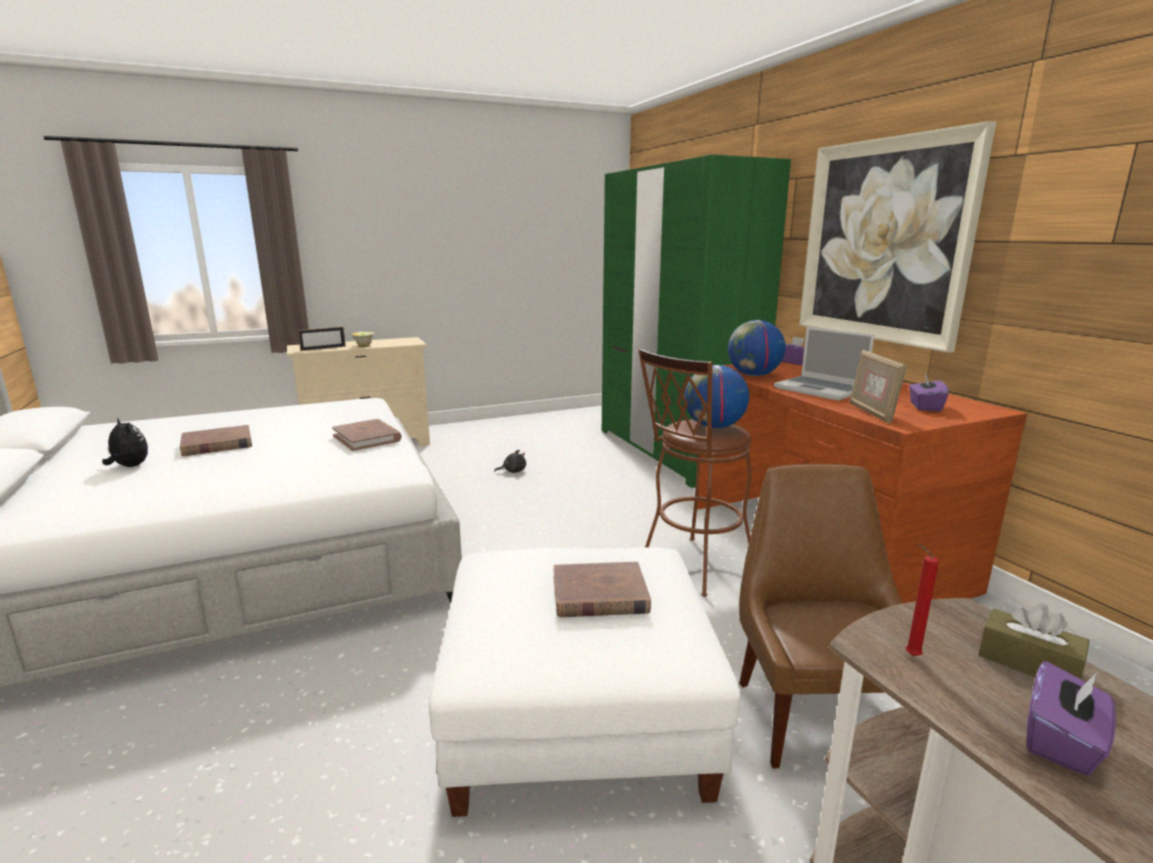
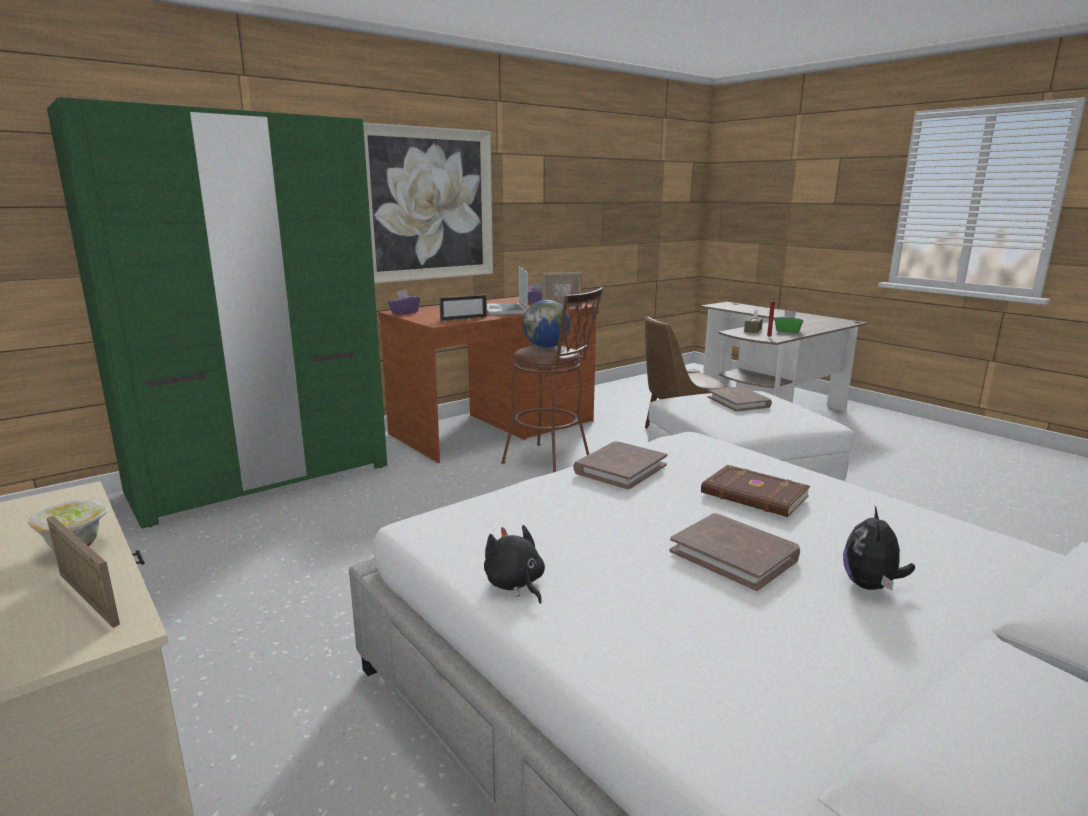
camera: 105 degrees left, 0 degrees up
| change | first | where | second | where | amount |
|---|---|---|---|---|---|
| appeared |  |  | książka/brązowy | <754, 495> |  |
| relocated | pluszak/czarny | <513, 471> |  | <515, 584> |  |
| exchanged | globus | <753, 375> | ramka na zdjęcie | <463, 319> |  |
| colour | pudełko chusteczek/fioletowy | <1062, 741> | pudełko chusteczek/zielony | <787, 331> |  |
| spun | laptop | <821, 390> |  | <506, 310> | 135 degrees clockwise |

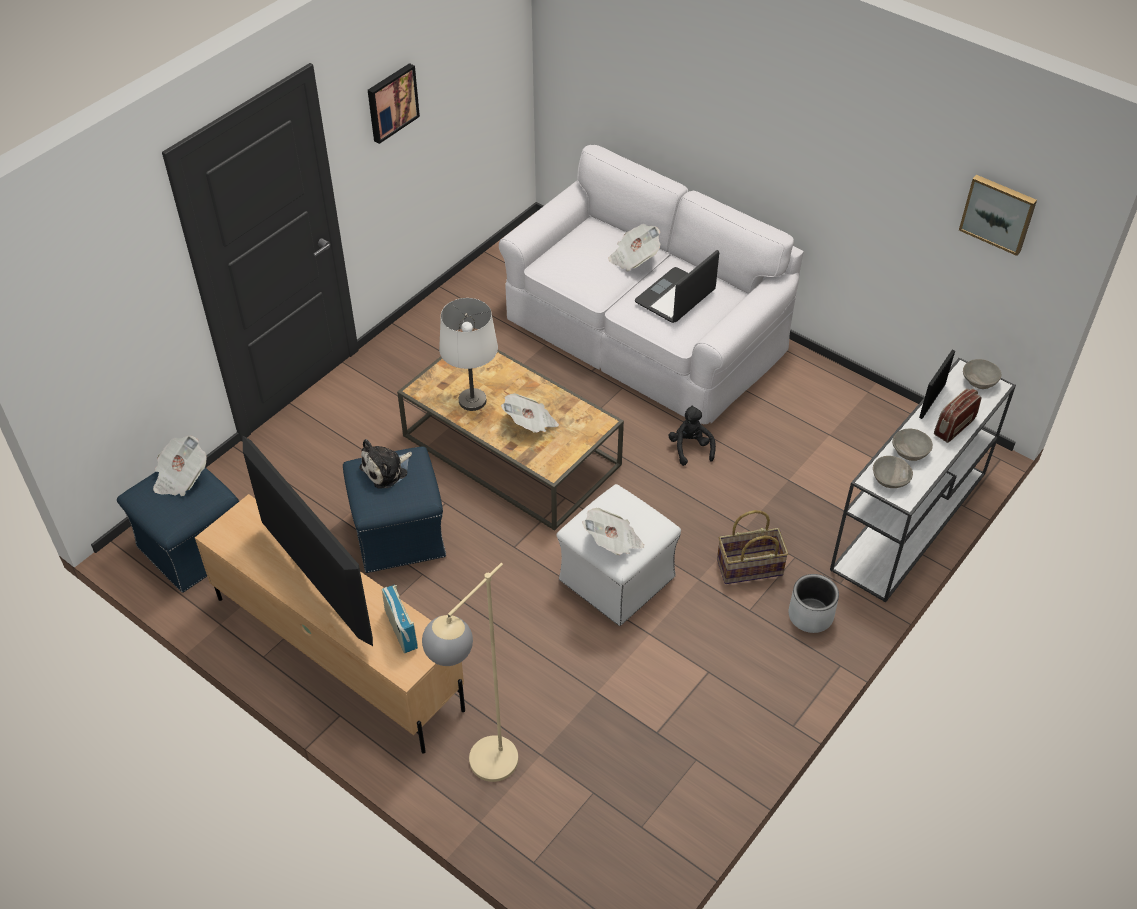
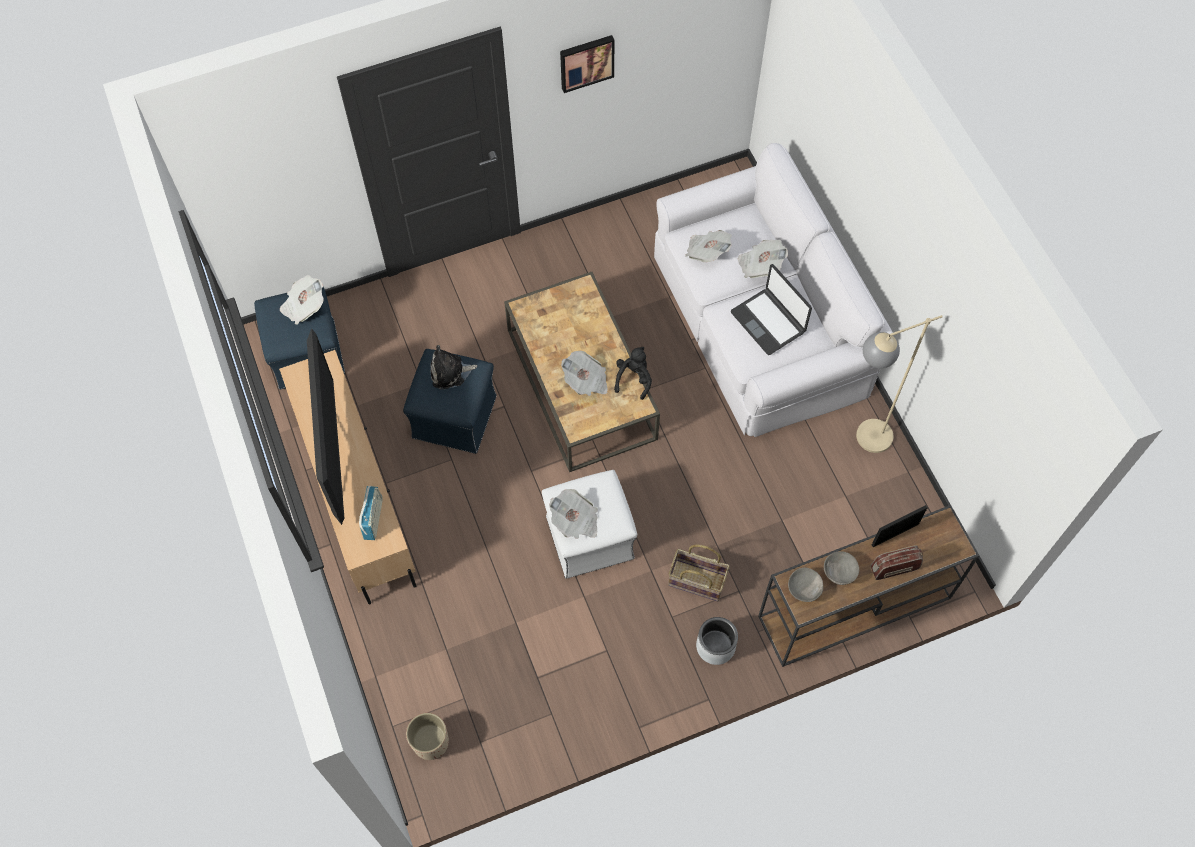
camera: 30 degrees right, 15 degrees up
| change | first | where | second | where | amount |
|---|---|---|---|---|---|
| missing | lampa stołowa/biały | <472, 401> |  |  |  |
| missing | obraz | <998, 213> |  |  |  |
| missing | miska/szary | <979, 381> |  |  |  |
| appeared |  |  | donica/beżowy | <431, 742> |  |
| appeared |  |  | gazeta | <707, 252> |  |
| relocated | lampa stojąca/beżowy | <482, 772> |  | <862, 441> |  |
| relocated | pluszak/czarny | <690, 448> |  | <634, 379> |  |
| colour | stolik konsolowy/biały | <909, 522> | stolik konsolowy/brązowy | <853, 608> |  |
| spun | laptop | <676, 297> |  | <768, 322> | 105 degrees counterclockwise |

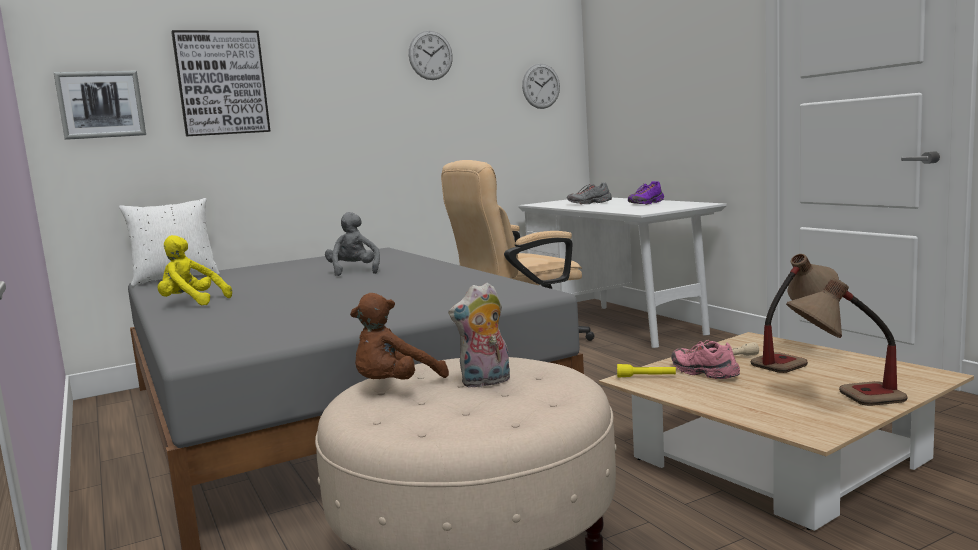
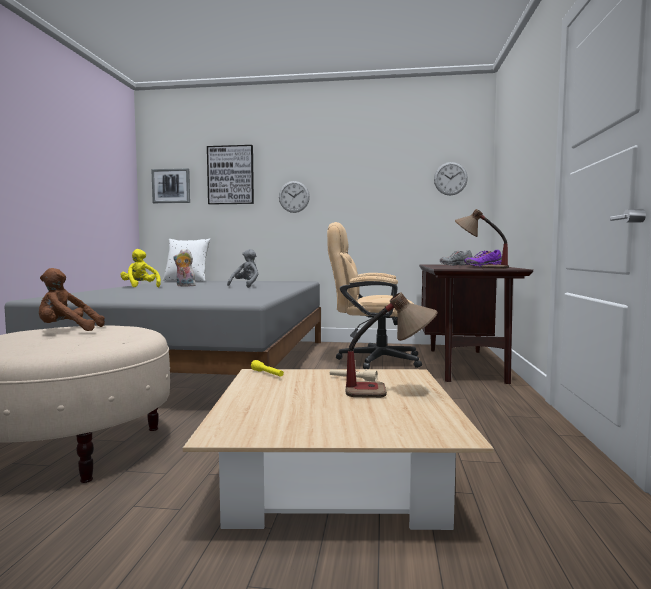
camera: 35 degrees right, 5 degrees down
| change | first | where | second | where | amount |
|---|---|---|---|---|---|
| missing | but/różowy | <704, 373> |  |  |  |
| relocated | zegar ścienny | <430, 55> |  | <294, 196> |  |
| relocated | pluszak | <485, 382> |  | <184, 286> |  |
| relocated | lampa stołowa | <844, 399> |  | <480, 268> |  |
| colour | biurko/biały | <618, 323> | biurko/brązowy | <463, 362> |  |

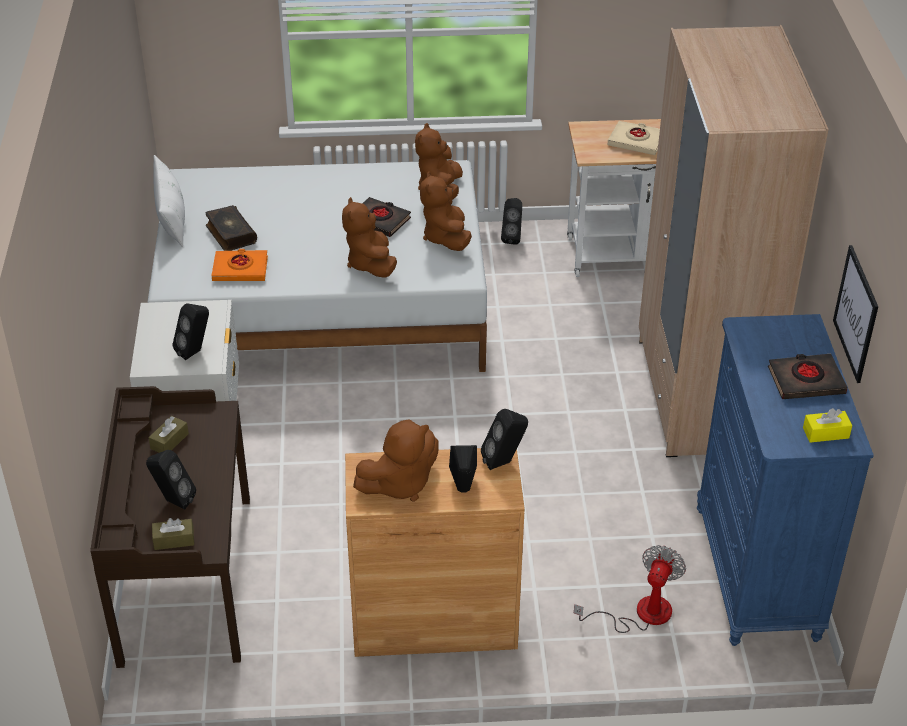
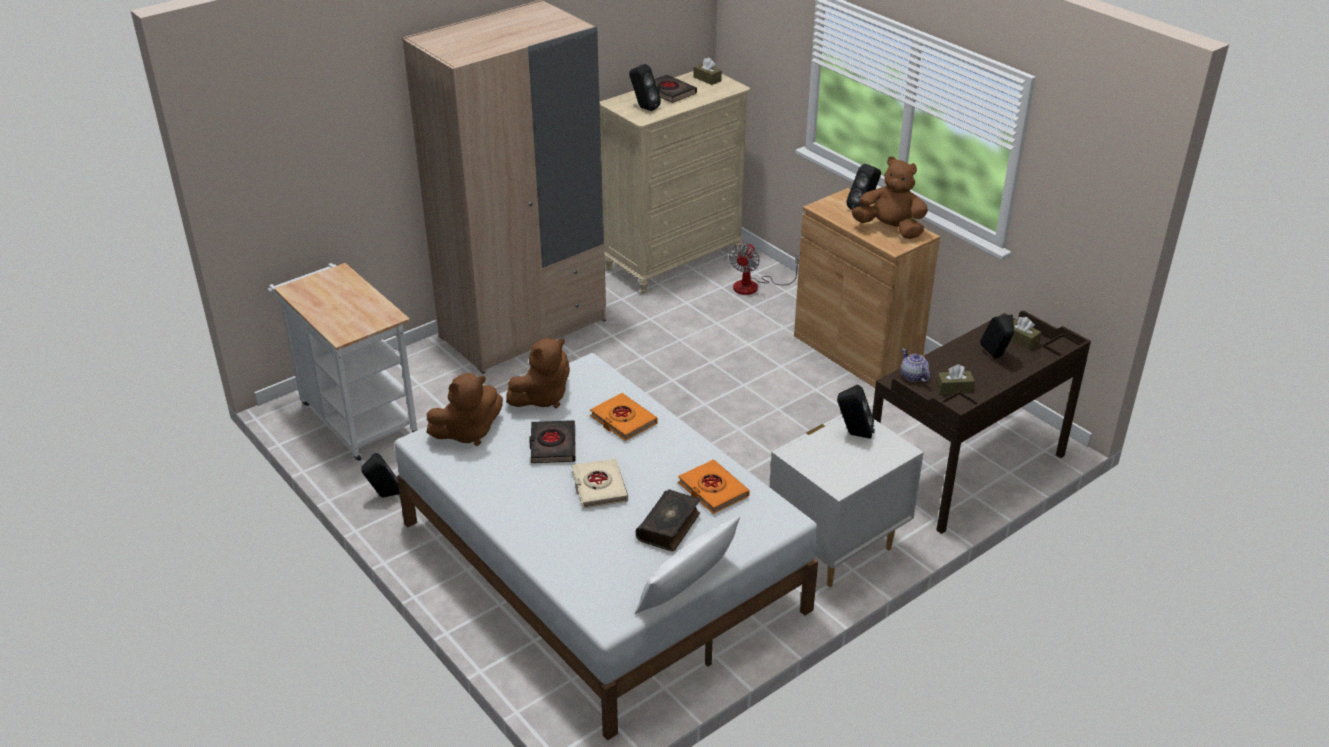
camera: 125 degrees left, 5 degrees down
| change | first | where | second | where | amount |
|---|---|---|---|---|---|
| missing | obraz | <856, 313> |  |  |  |
| appeared |  |  | imbryk | <913, 376> |  |
| relocated | głośnik/czarny | <504, 462> |  | <643, 108> |  |
| relocated | książka/beżowy | <636, 141> |  | <599, 487> |  |
| exchanged | pluszak/brązowy | <370, 264> | książka/pomarańczowy | <623, 420> |  |
| colour | komoda/niebieski | <757, 573> | komoda/beżowy | <674, 260> |  |
| colour | pudełko chusteczek/żółty | <825, 433> | pudełko chusteczek/brązowy | <707, 79> |  |
| spun | wentylator | <640, 613> |  | <754, 286> | 60 degrees counterclockwise |

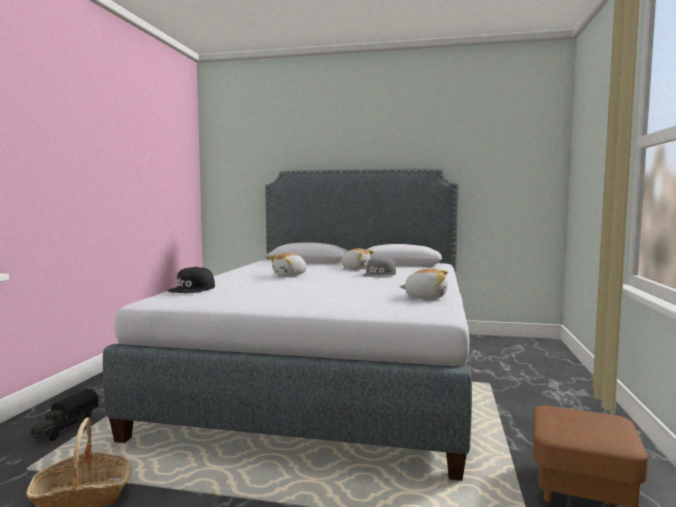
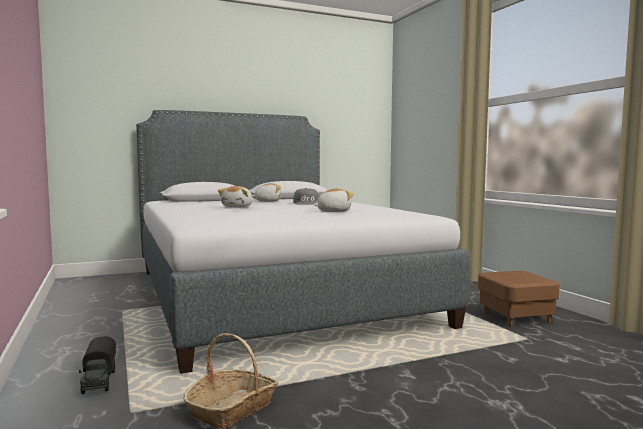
camera: 35 degrees left, 0 degrees up
| change | first | where | second | where | amount |
|---|---|---|---|---|---|
| missing | czapka z daszkiem/czarny | <192, 289> |  |  |  |
| relocated | pluszak | <426, 297> |  | <333, 211> |  |

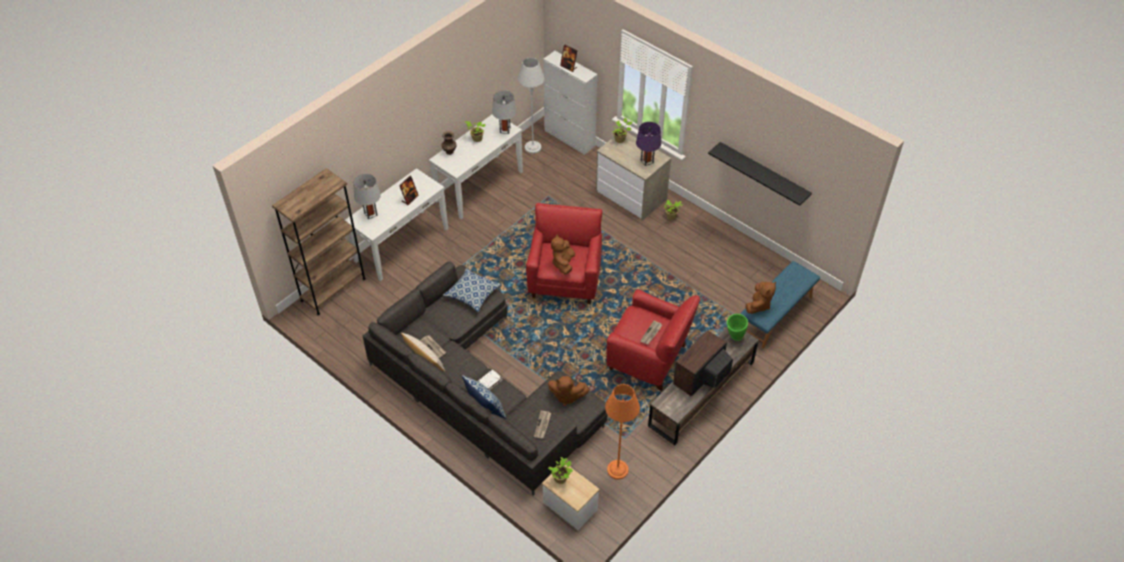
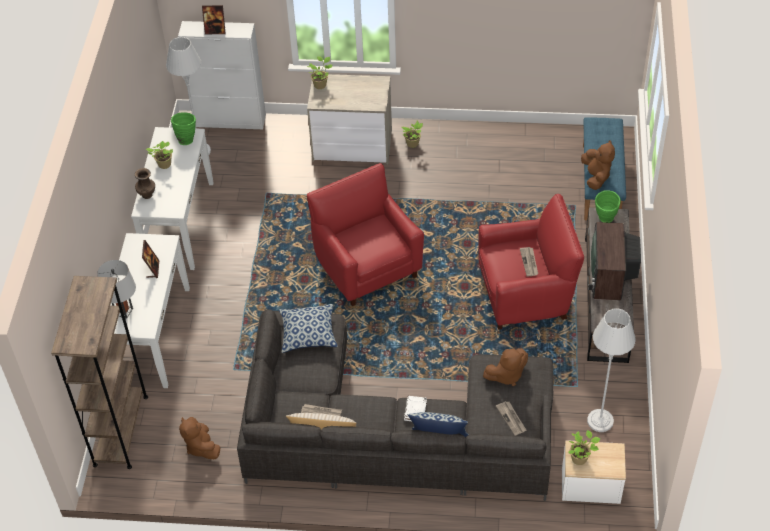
camera: 35 degrees left, 0 degrees up
| change | first | where | second | where | amount |
|---|---|---|---|---|---|
| missing | lampa stołowa/fioletowy | <647, 161> |  |  |  |
| missing | półka/czarny | <763, 173> |  |  |  |
| relocated | pluszak/brązowy | <563, 263> |  | <201, 447> |  |
| exchanged | lampa stołowa/szary | <505, 130> | wazon/zielony | <186, 139> |  |
| colour | lampa stojąca/pomarańczowy | <617, 470> | lampa stojąca/szary | <600, 421> |  |

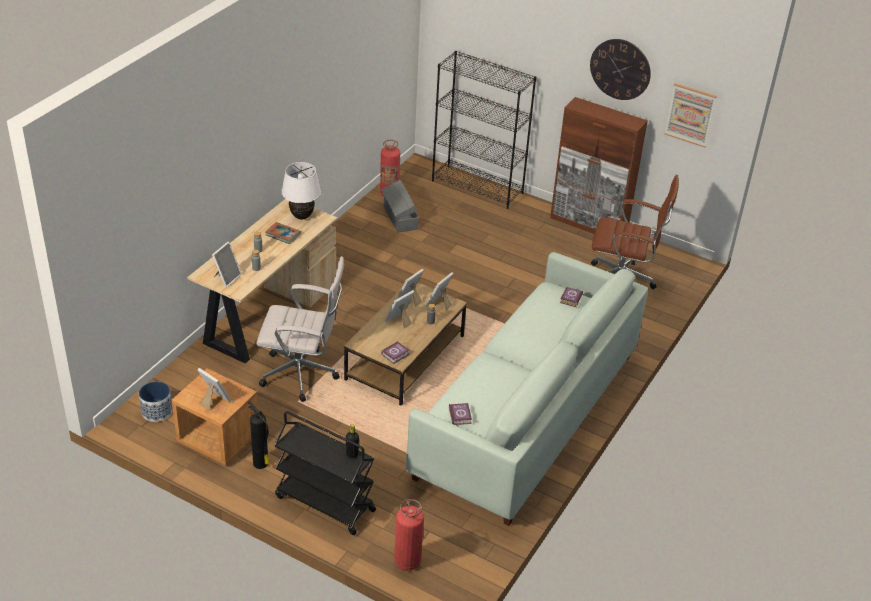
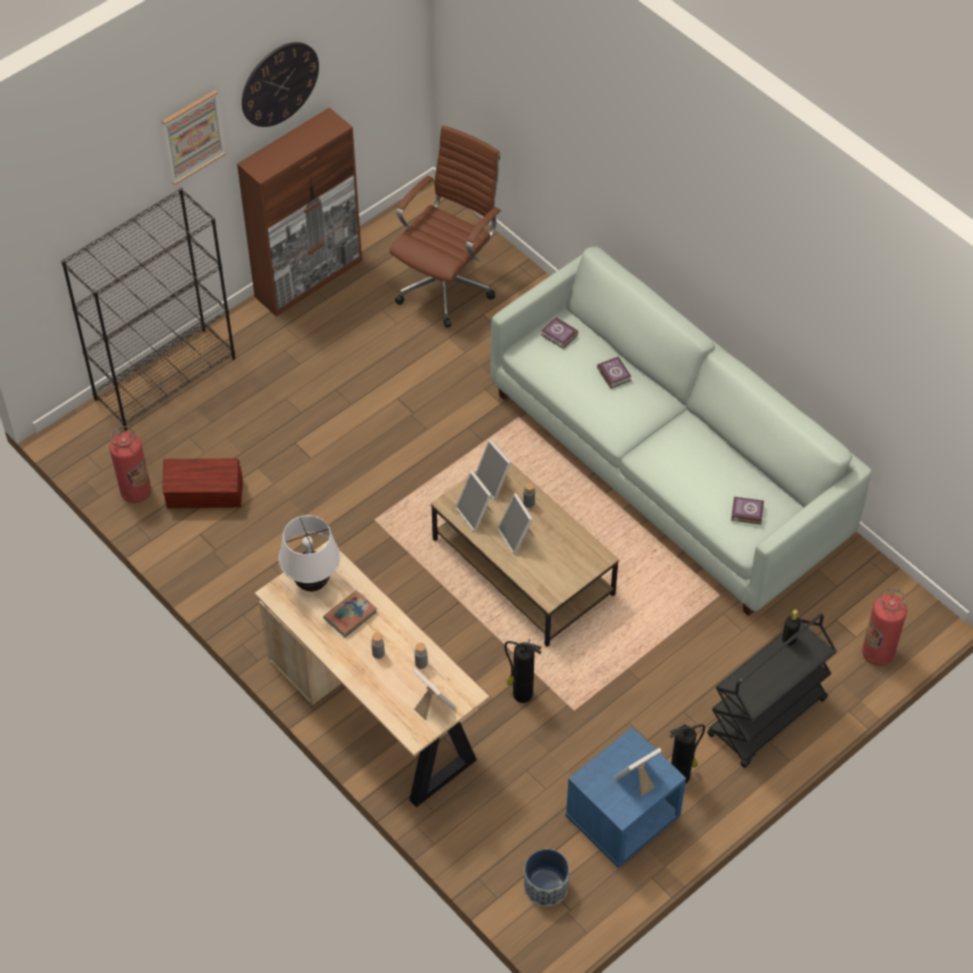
camera: 70 degrees left, 15 degrees up
| change | first | where | second | where | amount |
|---|---|---|---|---|---|
| relocated | książka | <396, 354> |  | <614, 374> |  |
| relocated | obraz | <690, 114> |  | <193, 136> |  |
| exchanged | krzesło biurowe/biały | <303, 374> | gaśnica | <521, 694> |  |
| colour | szafka nocna/brązowy | <218, 440> | szafka nocna/niebieski | <622, 819> |  |
| colour | pojemnik do przechowywania/szary | <400, 218> | pojemnik do przechowywania/brązowy | <205, 495> |  |

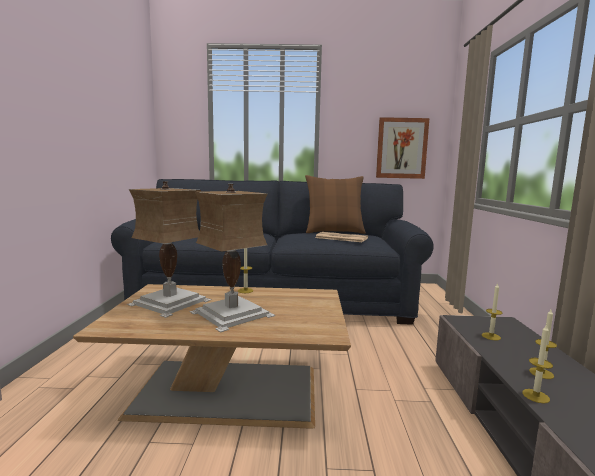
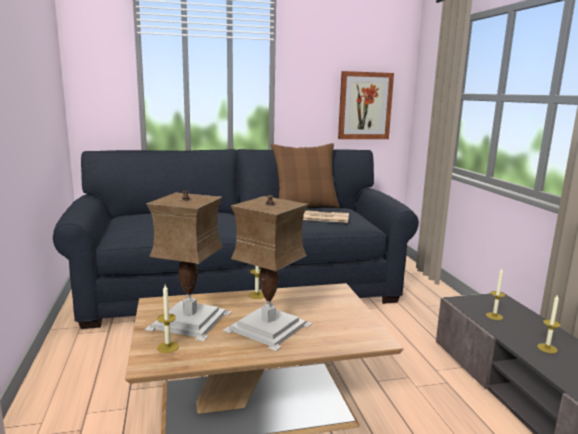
camera: 15 degrees left, 5 degrees up
| change | first | where | second | where | amount |
|---|---|---|---|---|---|
| relocated | świeca | <535, 396> |  | <168, 347> |  |

